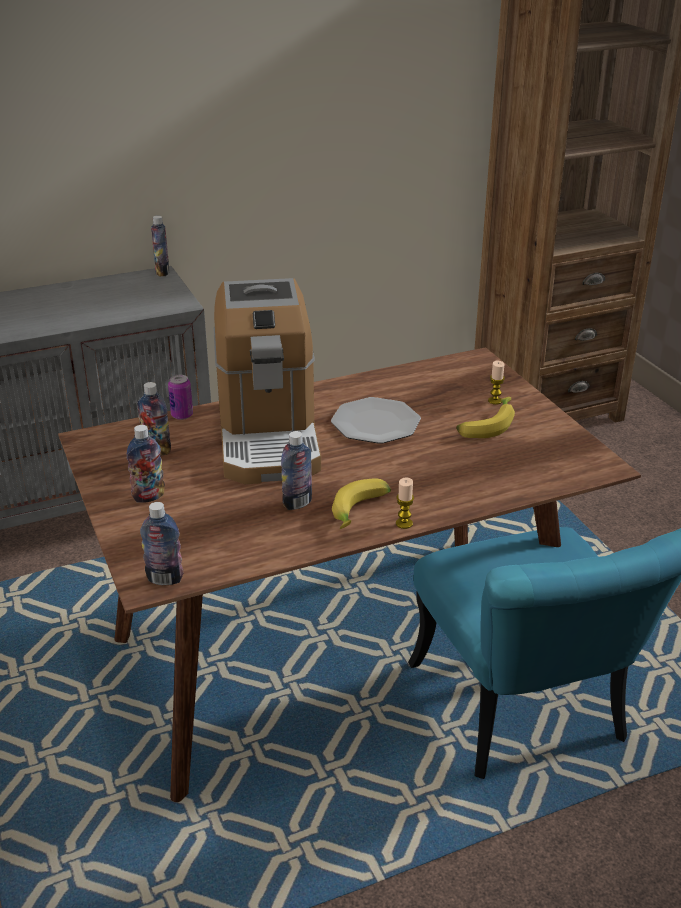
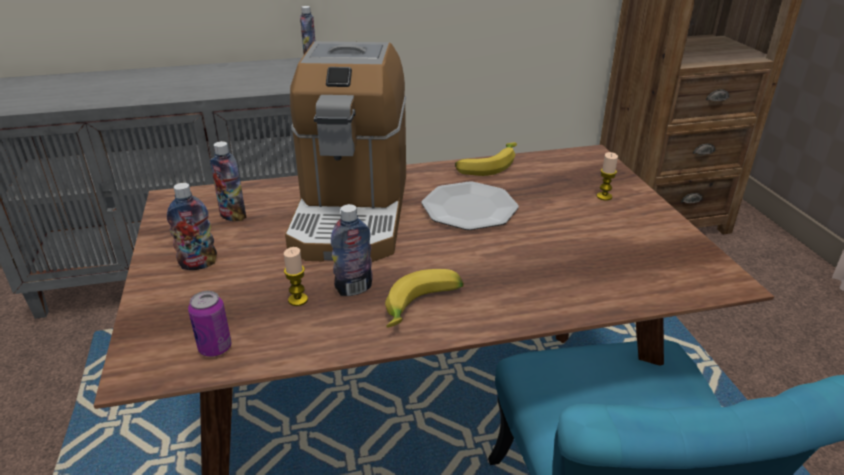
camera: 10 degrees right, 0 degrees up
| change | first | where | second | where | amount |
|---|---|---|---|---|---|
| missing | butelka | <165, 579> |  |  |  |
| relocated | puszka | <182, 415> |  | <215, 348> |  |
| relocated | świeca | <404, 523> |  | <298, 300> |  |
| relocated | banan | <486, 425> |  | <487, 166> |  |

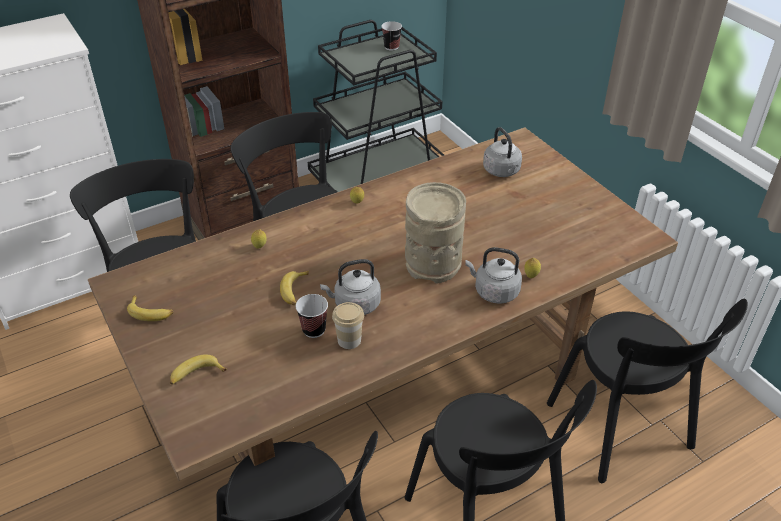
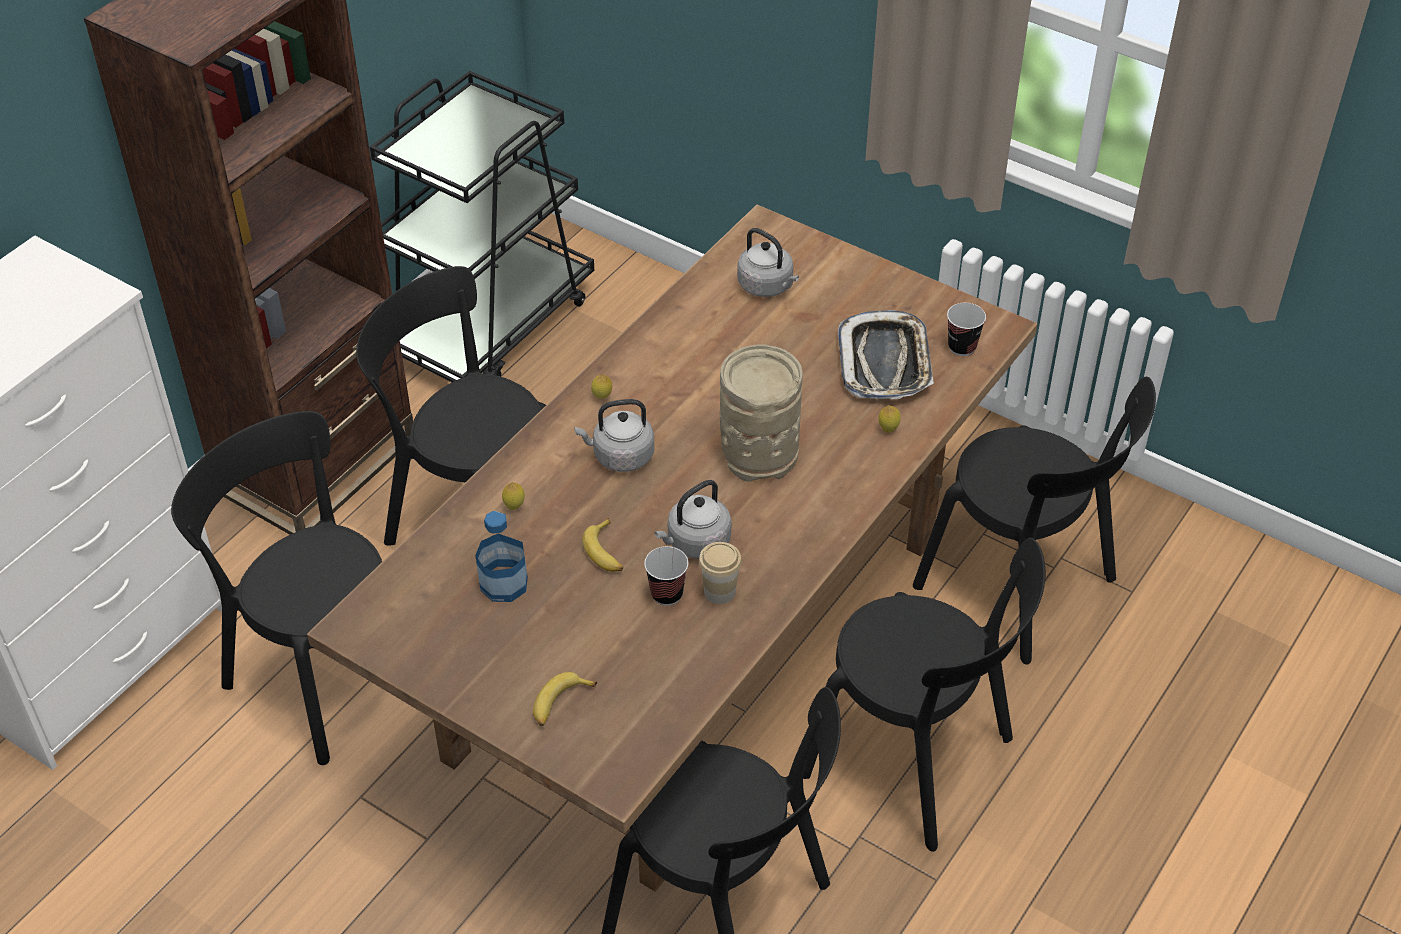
camera: 25 degrees left, 5 degrees up
| change | first | where | second | where | amount |
|---|---|---|---|---|---|
| missing | banan | <151, 312> |  |  |  |
| appeared |  |  | butelka | <504, 584> |  |
| appeared |  |  | taca | <885, 362> |  |
| relocated | filiżanka | <391, 47> |  | <962, 347> |  |
| relocated | czajnik/szary | <494, 292> |  | <620, 456> |  |

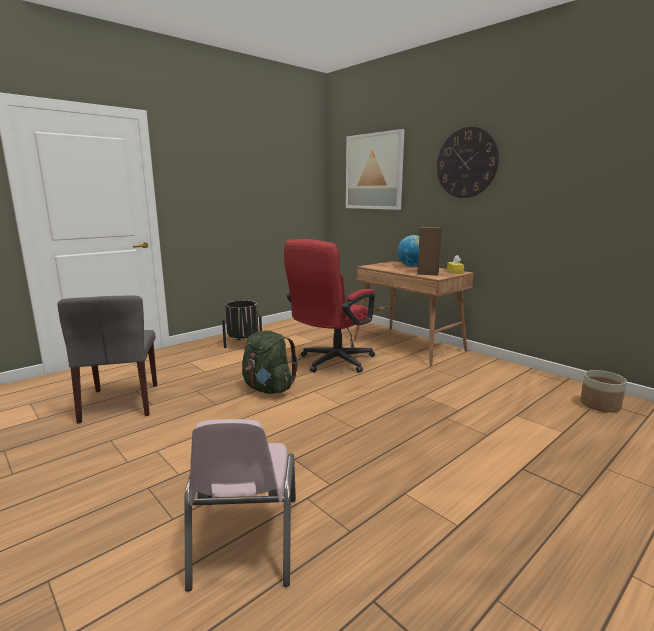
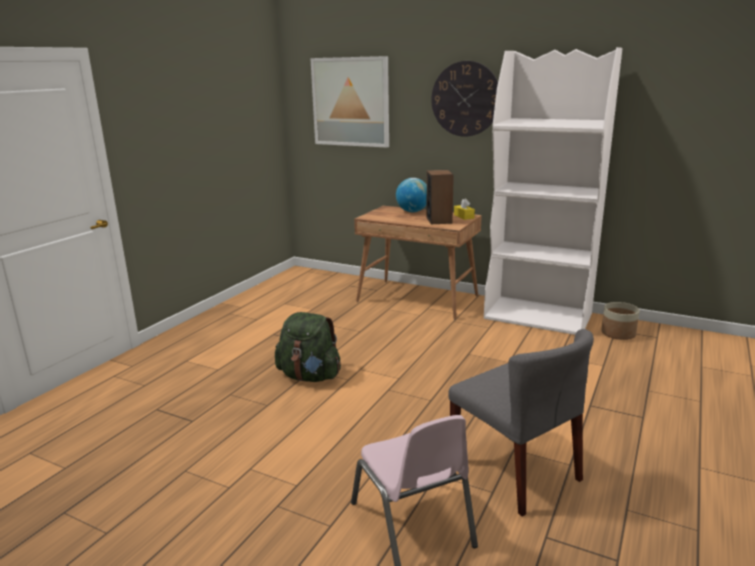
camera: 20 degrees left, 5 degrees up
| change | first | where | second | where | amount |
|---|---|---|---|---|---|
| missing | donica/czarny | <243, 345> |  |  |  |
| missing | krzesło biurowe/czerwony | <331, 362> |  |  |  |
| appeared |  |  | regał/biały | <538, 316> |  |
| relocated | krzesło/szary | <121, 402> |  | <515, 470> |  |

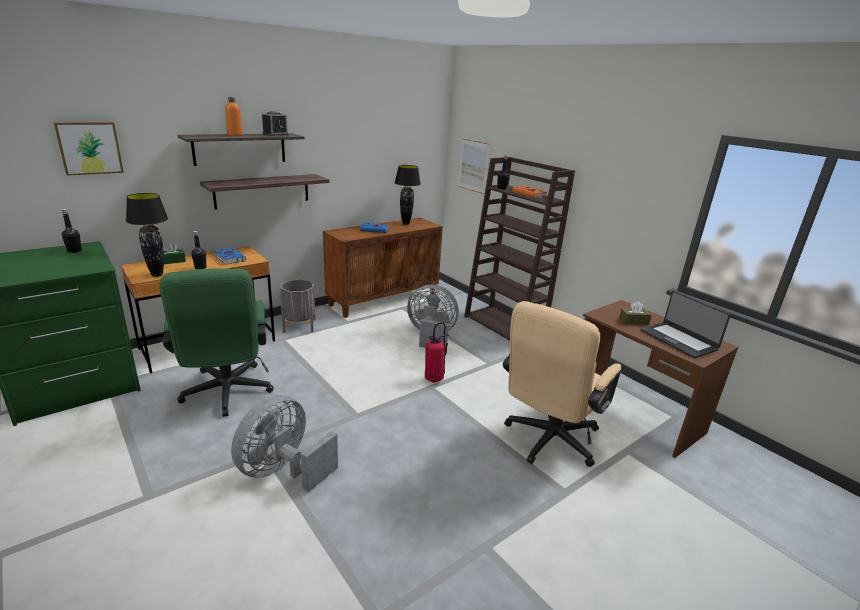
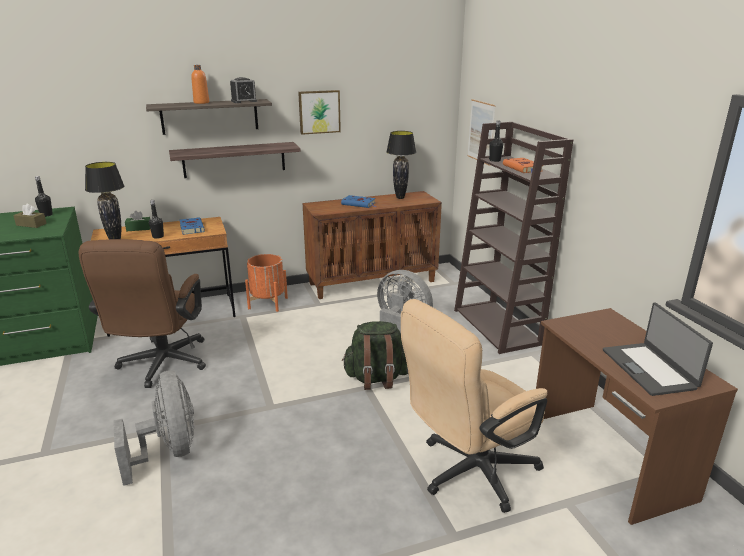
camera: 20 degrees right, 0 degrees up
| change | first | where | second | where | amount |
|---|---|---|---|---|---|
| relocated | obraz | <89, 148> |  | <319, 111> |  |
| relocated | pudełko chusteczek/brązowy | <633, 321> |  | <31, 224> |  |
| exchanged | gaśnica | <434, 379> | plecak/zielony | <376, 378> |  |
| colour | krzesło biurowe/zielony | <226, 394> | krzesło biurowe/brązowy | <161, 366> |  |
| colour | donica/szary | <299, 325> | donica/pomarańczowy | <268, 303> |  |
| spun | wentylator/szary | <283, 471> |  | <169, 451> | 105 degrees clockwise |

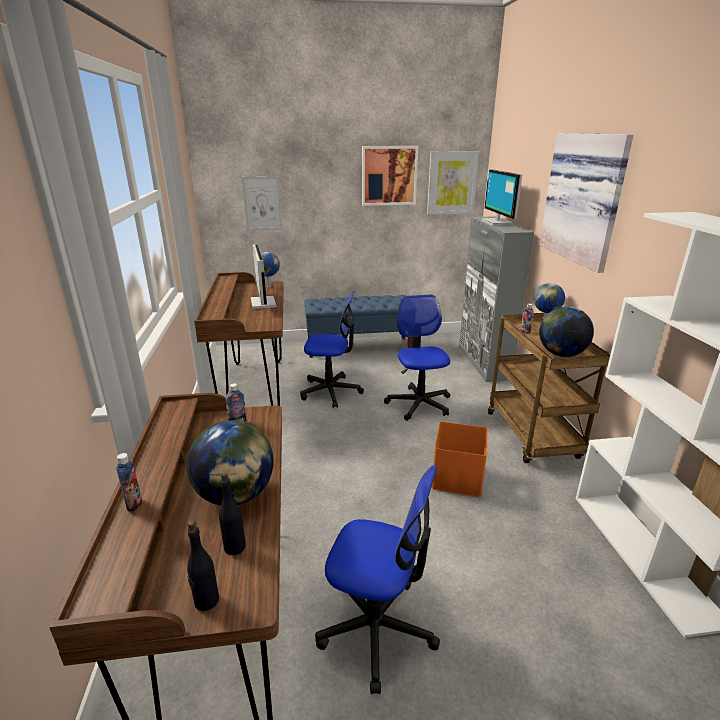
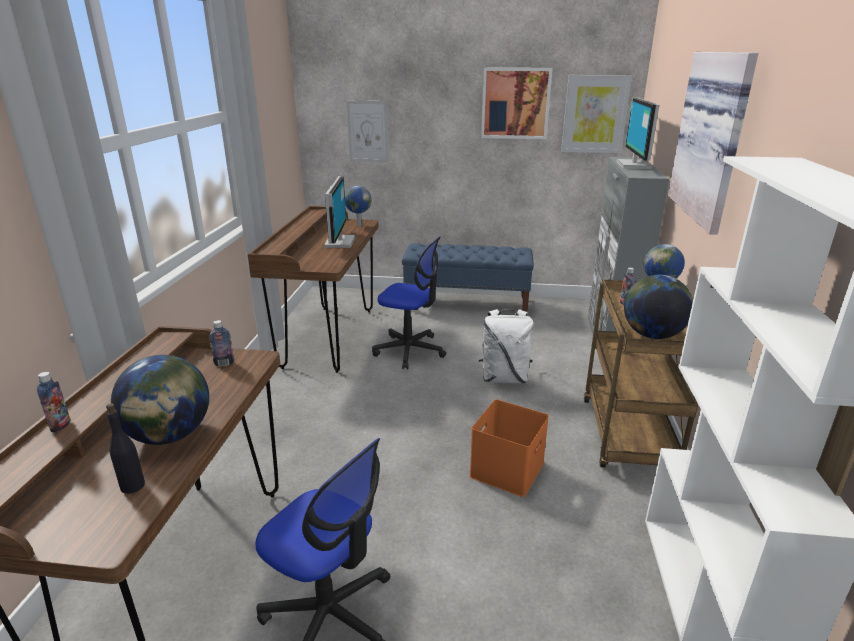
camera: 15 degrees right, 0 degrees up
| change | first | where | second | where | amount |
|---|---|---|---|---|---|
| missing | butelka/czarny | <206, 601> |  |  |  |
| exchanged | krzesło biurowe | <419, 404> | plecak/biały | <504, 378> |  |

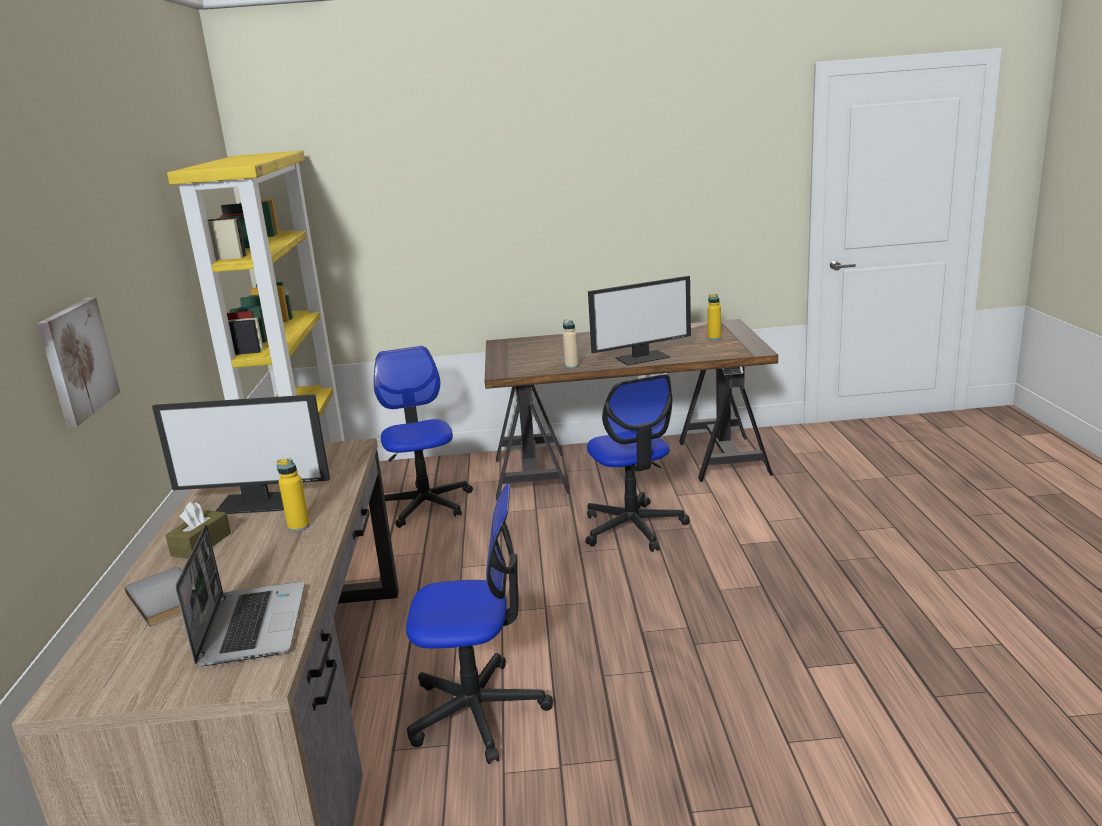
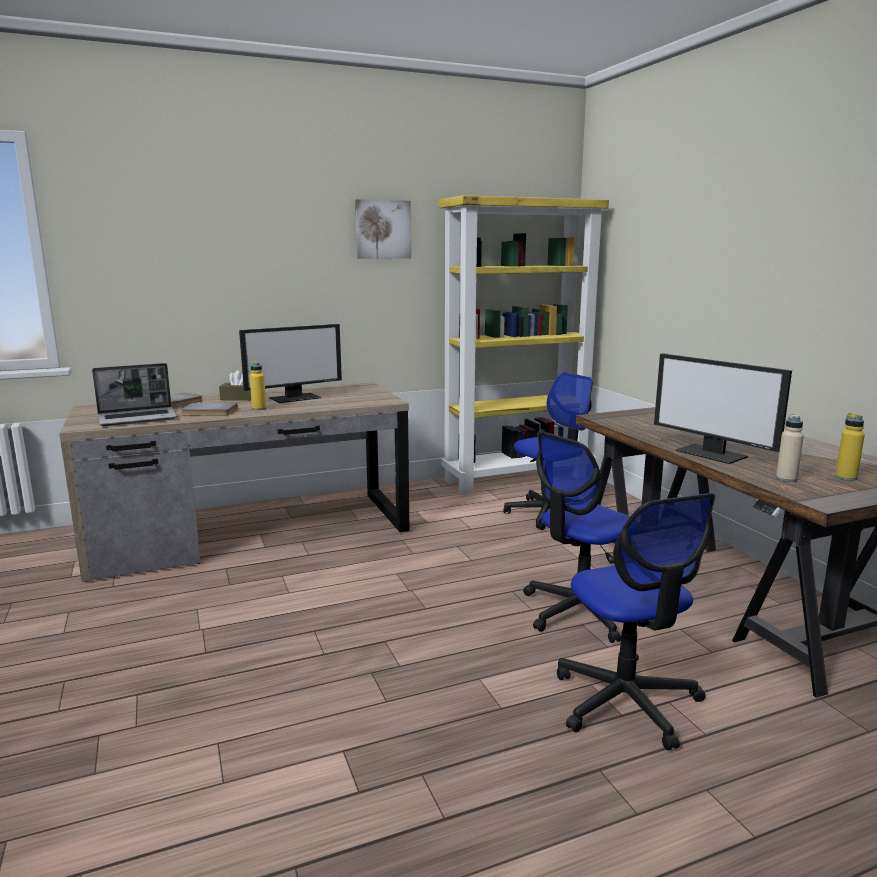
camera: 70 degrees right, 5 degrees down
| change | first | where | second | where | amount |
|---|---|---|---|---|---|
| appeared |  |  | książka/szary | <209, 412> |  |
| relocated | obraz | <77, 360> |  | <383, 229> |  |
| relocated | krzesło biurowe | <478, 711> |  | <626, 701> |  |
| relocated | butelka/beżowy | <571, 366> |  | <786, 479> |  |
| spun | monitor | <256, 502> |  | <295, 398> | 105 degrees counterclockwise |

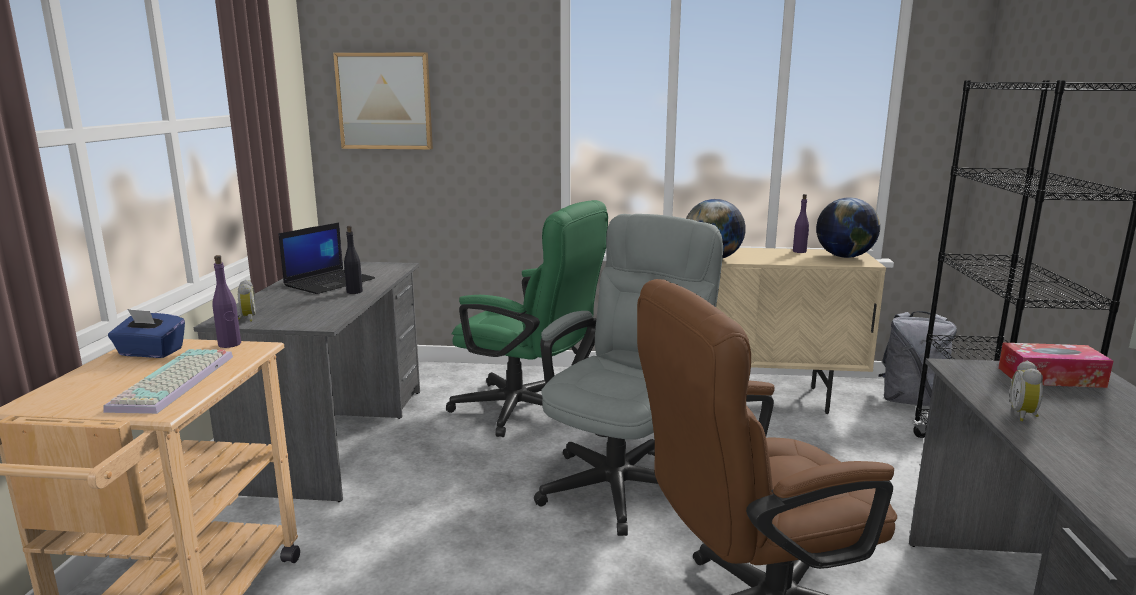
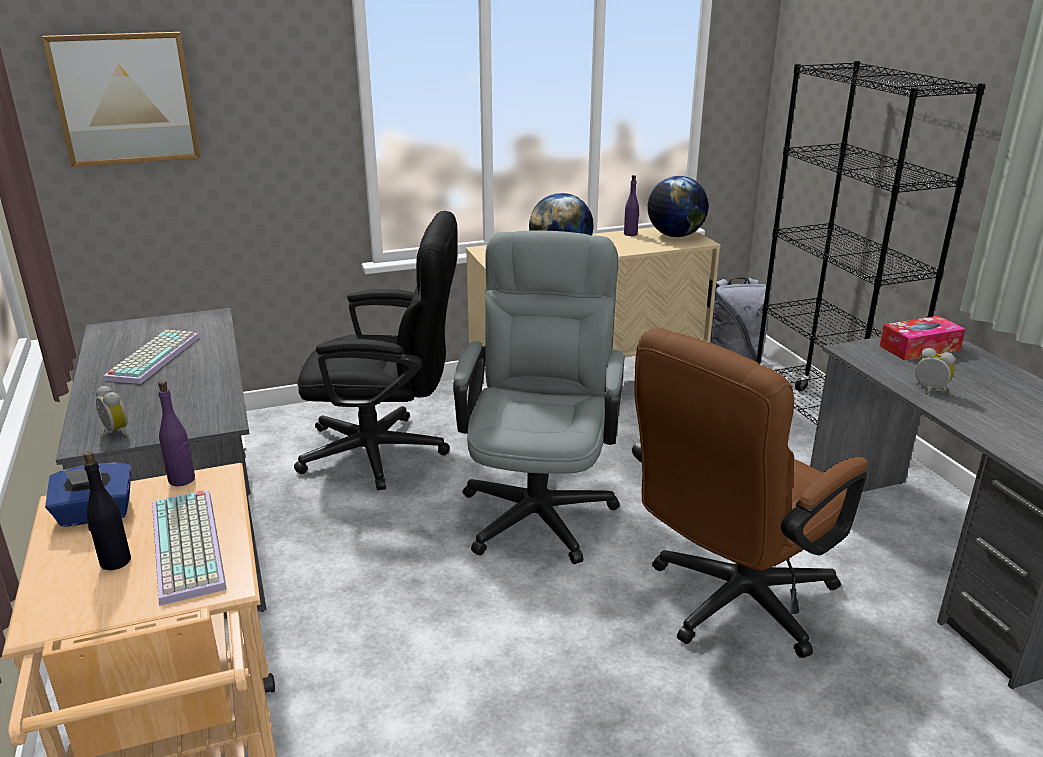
camera: 25 degrees left, 10 degrees up
| change | first | where | second | where | amount |
|---|---|---|---|---|---|
| relocated | butelka/czarny | <354, 292> |  | <115, 561> |  |
| exchanged | laptop | <330, 282> | klawiatura | <152, 357> |  |
| colour | krzesło biurowe/zielony | <528, 411> | krzesło biurowe/czarny | <387, 452> |  |
| spun | budzik | <1024, 415> |  | <929, 391> | 135 degrees clockwise |

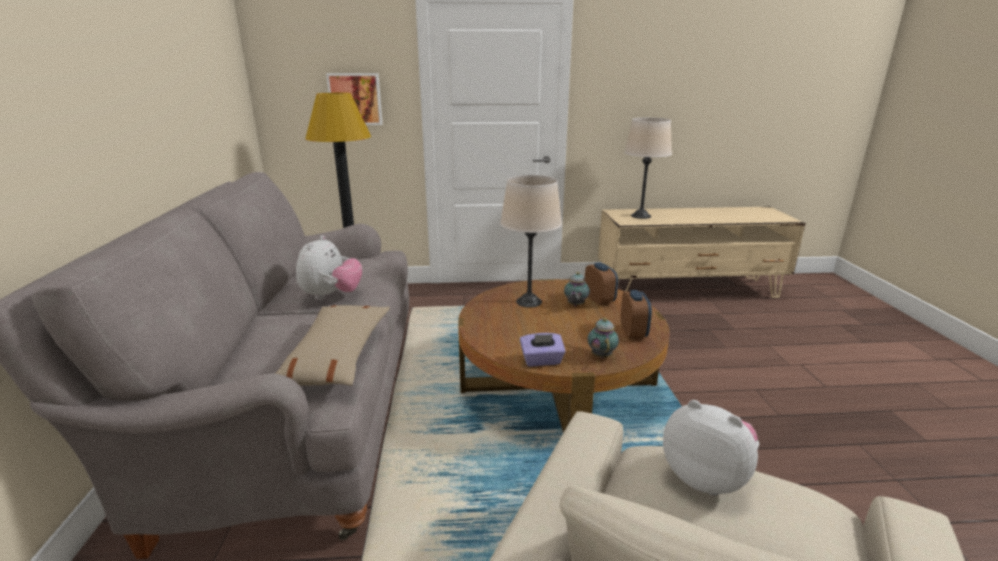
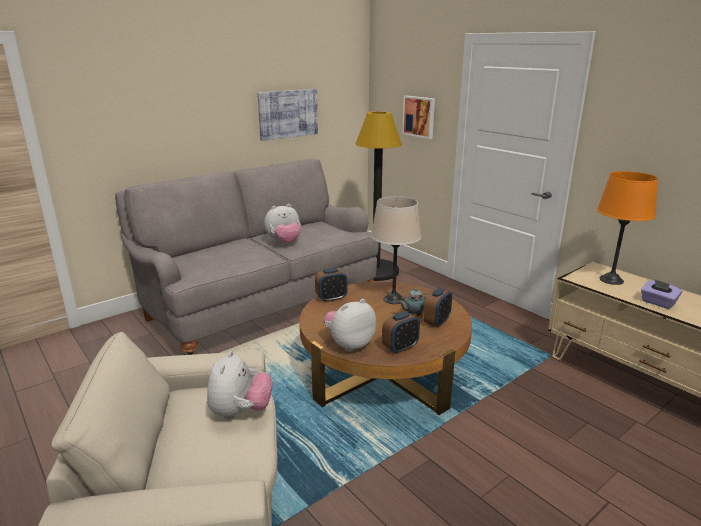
camera: 55 degrees right, 0 degrees up
| change | first | where | second | where | amount |
|---|---|---|---|---|---|
| missing | poduszka/beżowy | <337, 356> |  |  |  |
| appeared |  |  | obraz | <288, 114> |  |
| appeared |  |  | budzik | <331, 298> |  |
| relocated | pudełko chusteczek/fioletowy | <542, 361> |  | <657, 303> |  |
| exchanged | imbryk | <601, 355> | pluszak | <349, 344> |  |
| colour | lampa stołowa/beżowy | <641, 216> | lampa stołowa/pomarańczowy | <611, 280> |  |

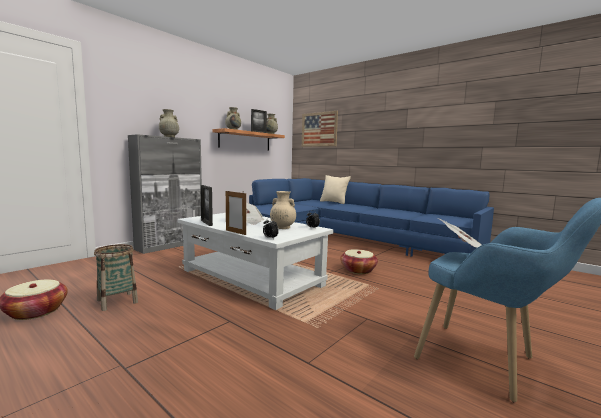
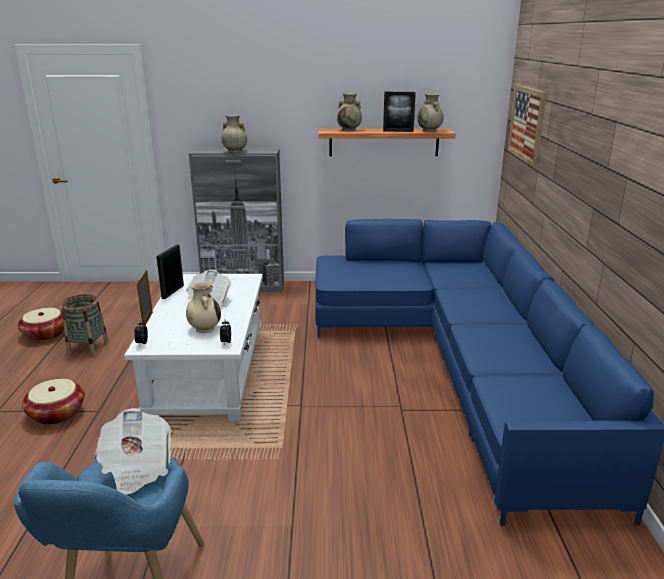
camera: 50 degrees right, 15 degrees up
| change | first | where | second | where | amount |
|---|---|---|---|---|---|
| missing | poduszka/beżowy | <334, 202> |  |  |  |
| relocated | koszyk | <358, 270> |  | <57, 413> |  |

